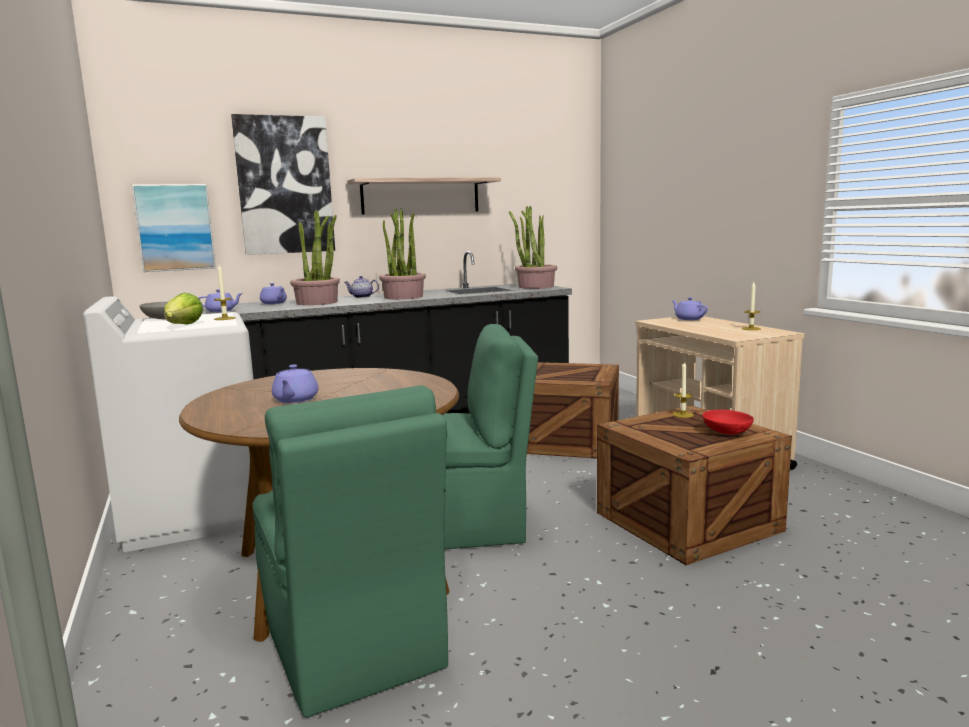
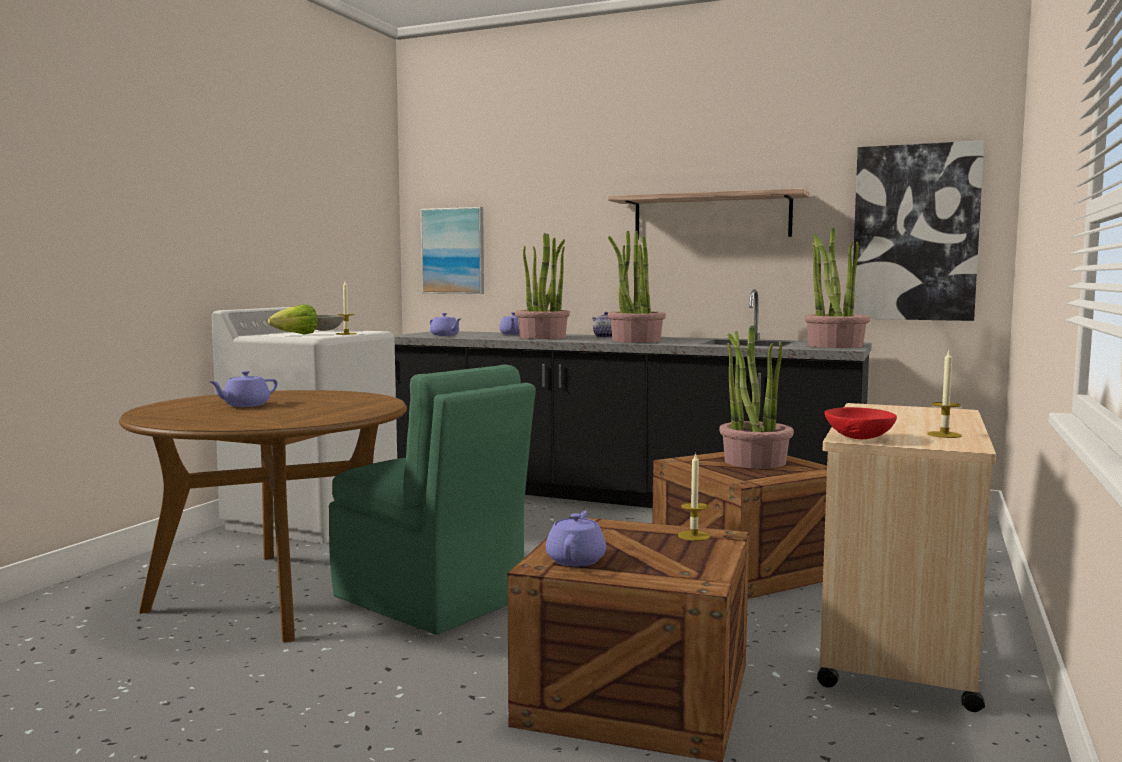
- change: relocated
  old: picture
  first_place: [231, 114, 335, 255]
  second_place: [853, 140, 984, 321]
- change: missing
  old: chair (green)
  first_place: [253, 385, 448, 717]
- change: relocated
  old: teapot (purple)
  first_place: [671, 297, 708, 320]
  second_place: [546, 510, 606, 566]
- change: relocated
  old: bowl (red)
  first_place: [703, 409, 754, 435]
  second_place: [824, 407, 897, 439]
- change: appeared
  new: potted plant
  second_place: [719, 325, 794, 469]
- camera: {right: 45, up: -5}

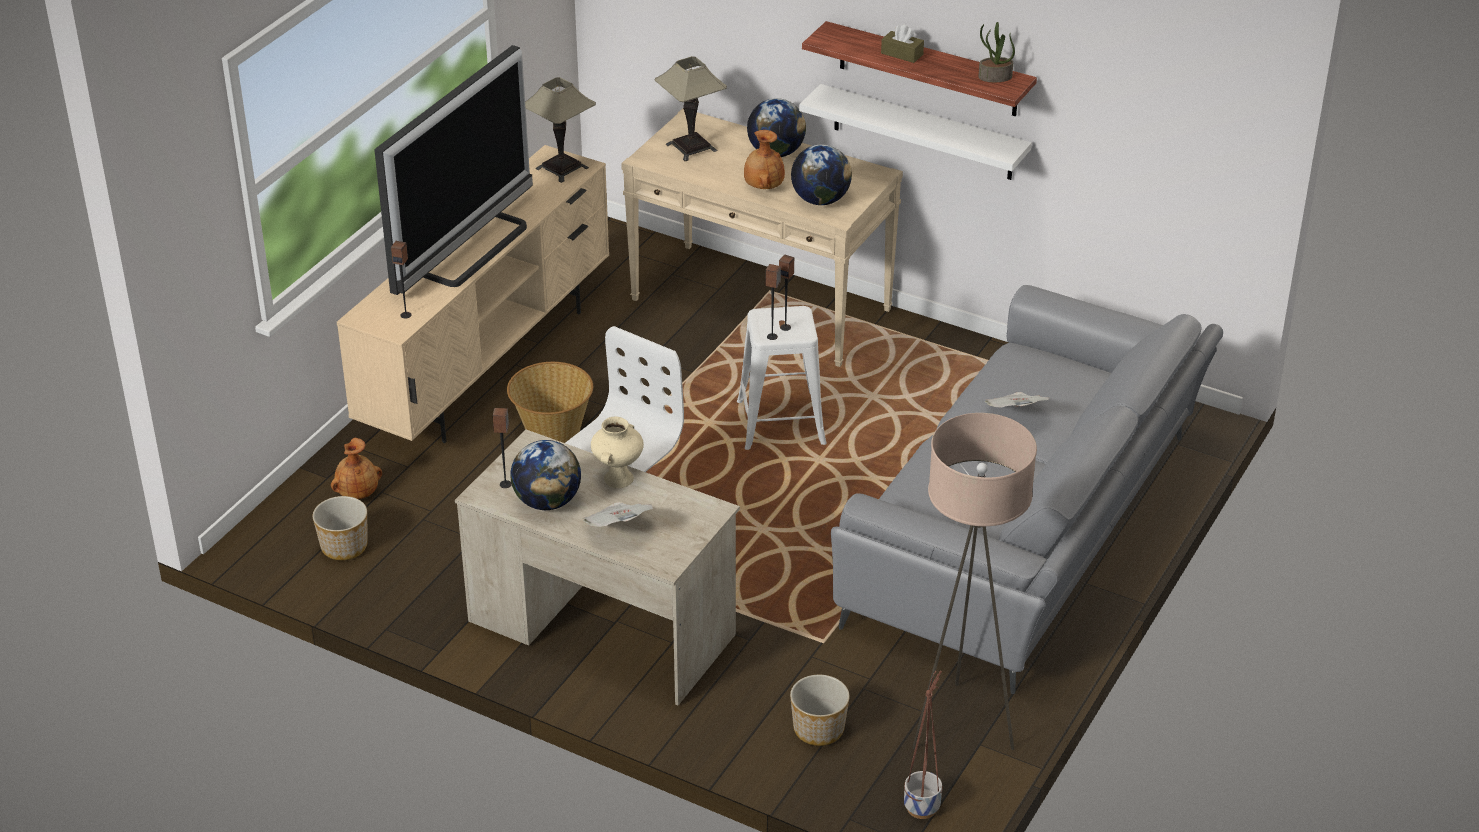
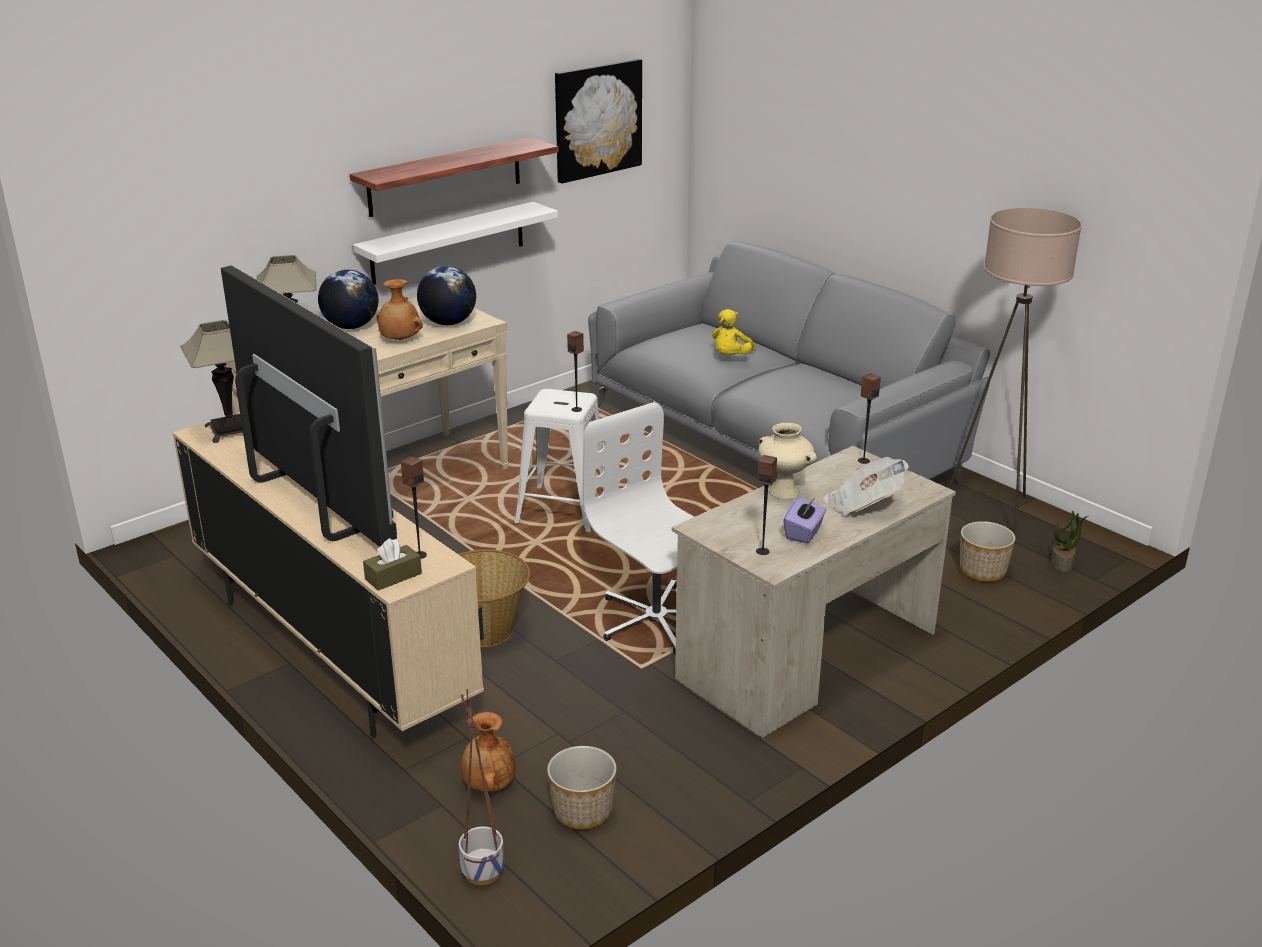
- change: exchanged
  old: globe
  new: tissue box (purple)
  first_place: [510, 440, 581, 510]
  second_place: [783, 497, 826, 544]
- change: relocated
  old: speaker
  first_place: [779, 255, 794, 331]
  second_place: [858, 373, 881, 464]
- change: relocated
  old: tissue box (brown)
  first_place: [881, 25, 924, 63]
  second_place: [363, 538, 422, 591]
- change: relocated
  old: planter
  first_place: [904, 671, 943, 819]
  second_place: [459, 689, 504, 885]
- change: relocated
  old: potted plant
  first_place: [978, 22, 1015, 82]
  second_place: [1051, 510, 1088, 572]
- change: exchanged
  old: newspaper
  new: plush toy (yellow)
  first_place: [985, 392, 1049, 407]
  second_place: [712, 309, 756, 355]
- change: appeared
  new: picture
  second_place: [555, 59, 642, 183]
- camera: {right: -70, up: -10}

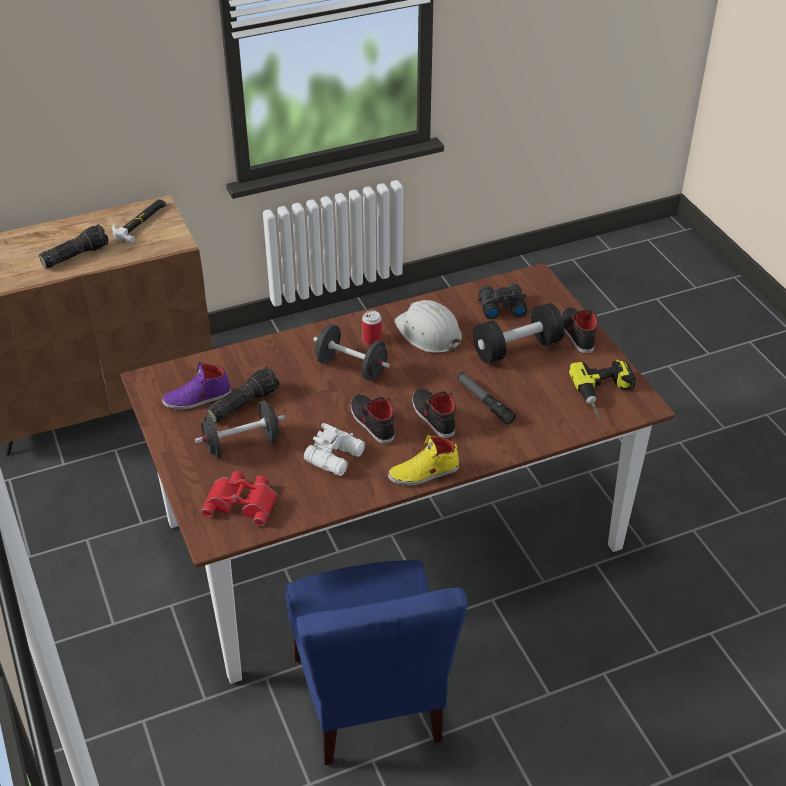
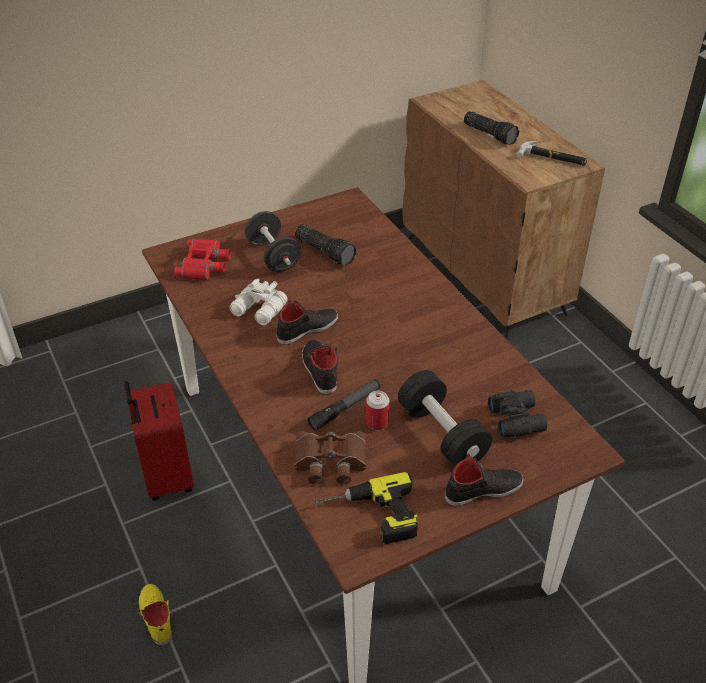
- change: missing
  old: shoe (purple)
  first_place: [162, 362, 231, 410]
- change: exchanged
  old: chair (blue)
  new: suitcase (red)
  first_place: [285, 560, 468, 765]
  second_place: [124, 381, 194, 501]
- change: missing
  old: dumbbell (black)
  first_place: [313, 324, 390, 381]
- change: relocated
  old: can
  first_place: [362, 310, 382, 345]
  second_place: [366, 391, 389, 430]
- change: relocated
  old: shoe (yellow)
  first_place: [388, 435, 459, 486]
  second_place: [138, 584, 172, 645]
- change: missing
  old: hard hat (white)
  first_place: [394, 300, 462, 353]
- change: spun
  old: shoe (black)
  first_place: [412, 388, 456, 438]
  second_place: [302, 340, 338, 395]
  degrees: -75
- change: appeared
  new: binoculars (brown)
  second_place: [294, 431, 366, 485]
- camera: {right: 85, up: 0}

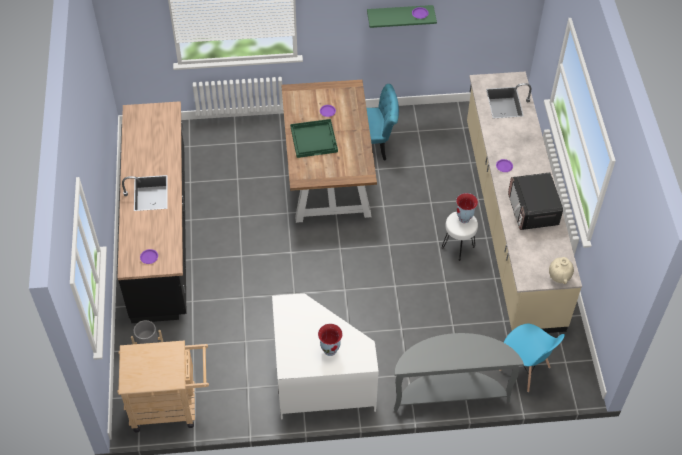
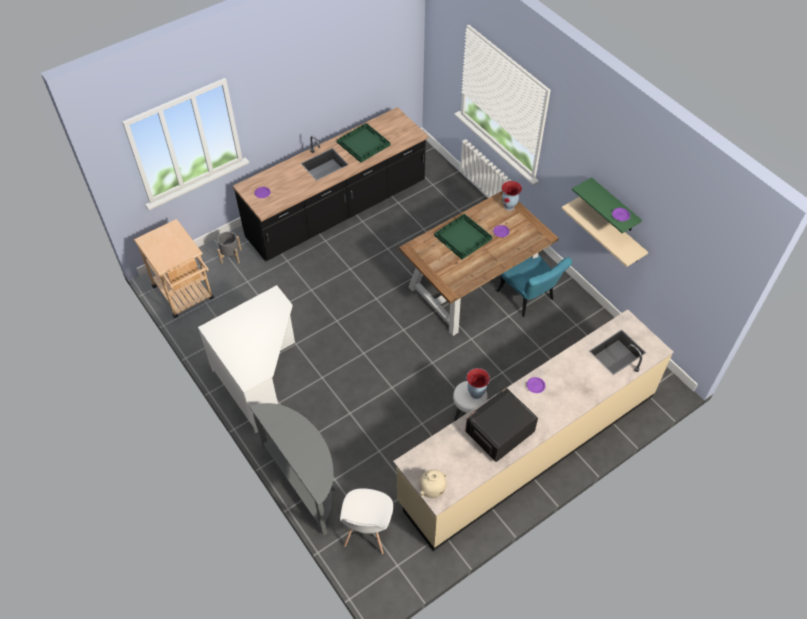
- change: relocated
  old: vase
  first_place: [318, 324, 343, 356]
  second_place: [502, 181, 522, 211]
- change: colour
  old: chair (blue)
  new: chair (white)
  first_place: [499, 324, 565, 392]
  second_place: [340, 488, 393, 554]
- change: appeared
  new: tray (green)
  second_place: [337, 123, 390, 163]
- change: appeared
  new: shelf (beige)
  second_place: [561, 197, 648, 267]
- camera: {right: 60, up: 0}

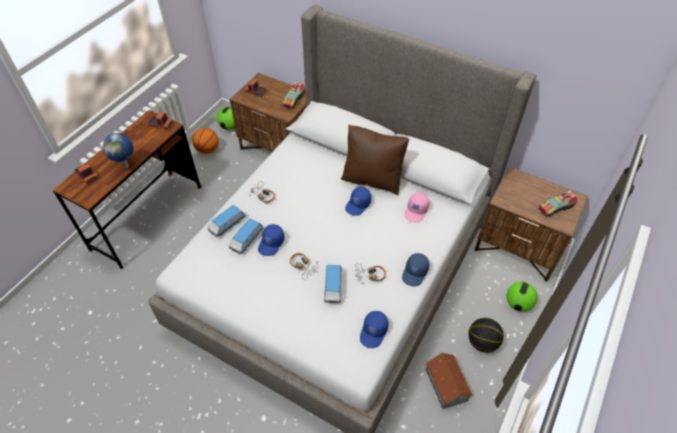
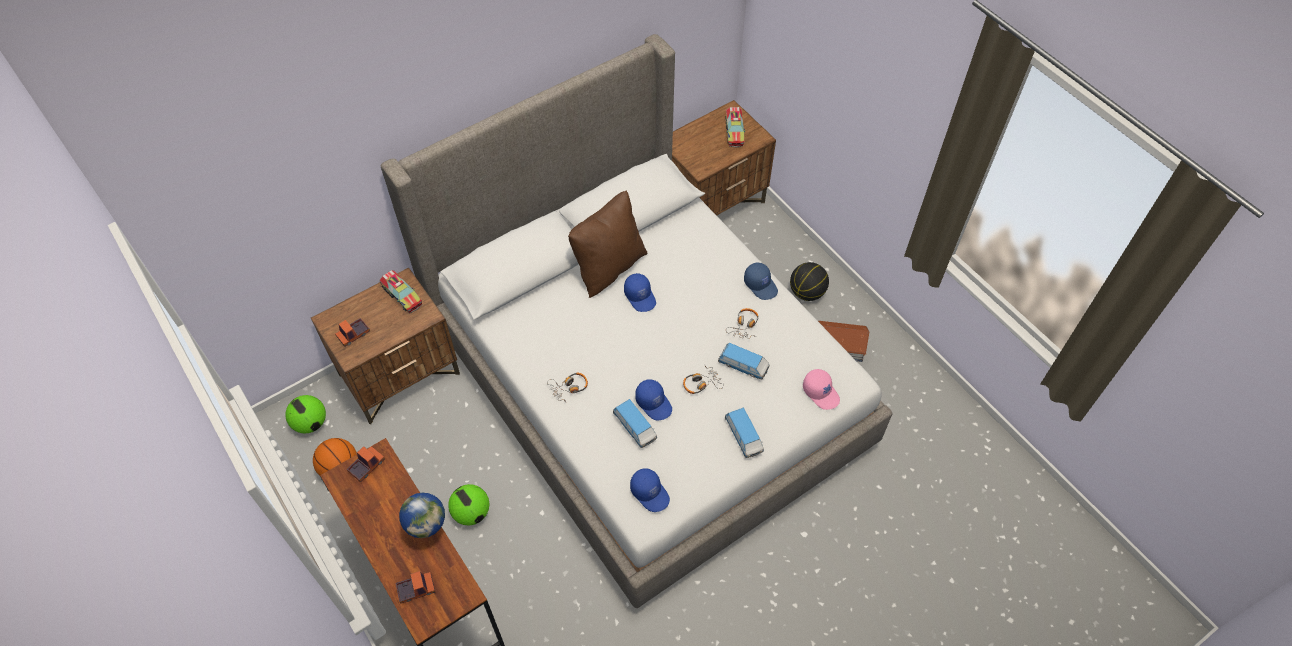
- change: relocated
  old: toy car
  first_place: [208, 205, 246, 237]
  second_place: [725, 407, 764, 458]
- change: relocated
  old: cap (blue)
  first_place: [360, 311, 388, 348]
  second_place: [630, 468, 670, 512]
- change: relocated
  old: cap (pink)
  first_place: [404, 193, 429, 222]
  second_place: [803, 369, 840, 410]
- change: relocated
  old: football
  first_place: [506, 282, 538, 312]
  second_place: [448, 484, 489, 525]
- camera: {right: -65, up: 5}

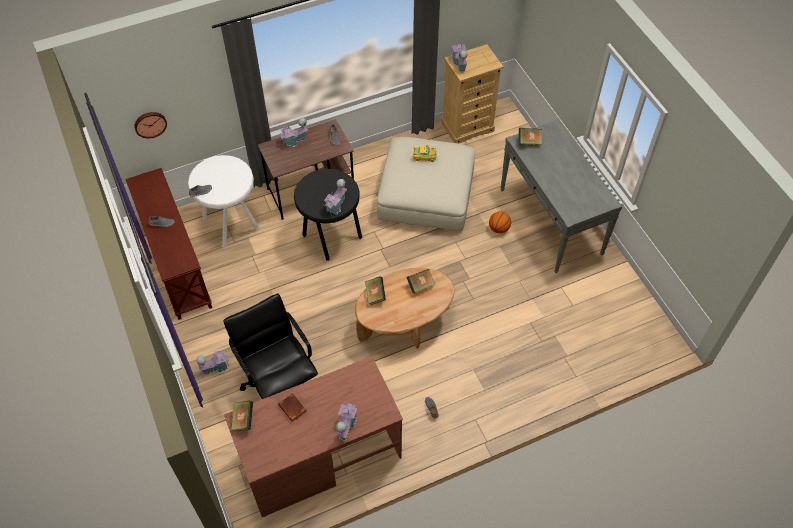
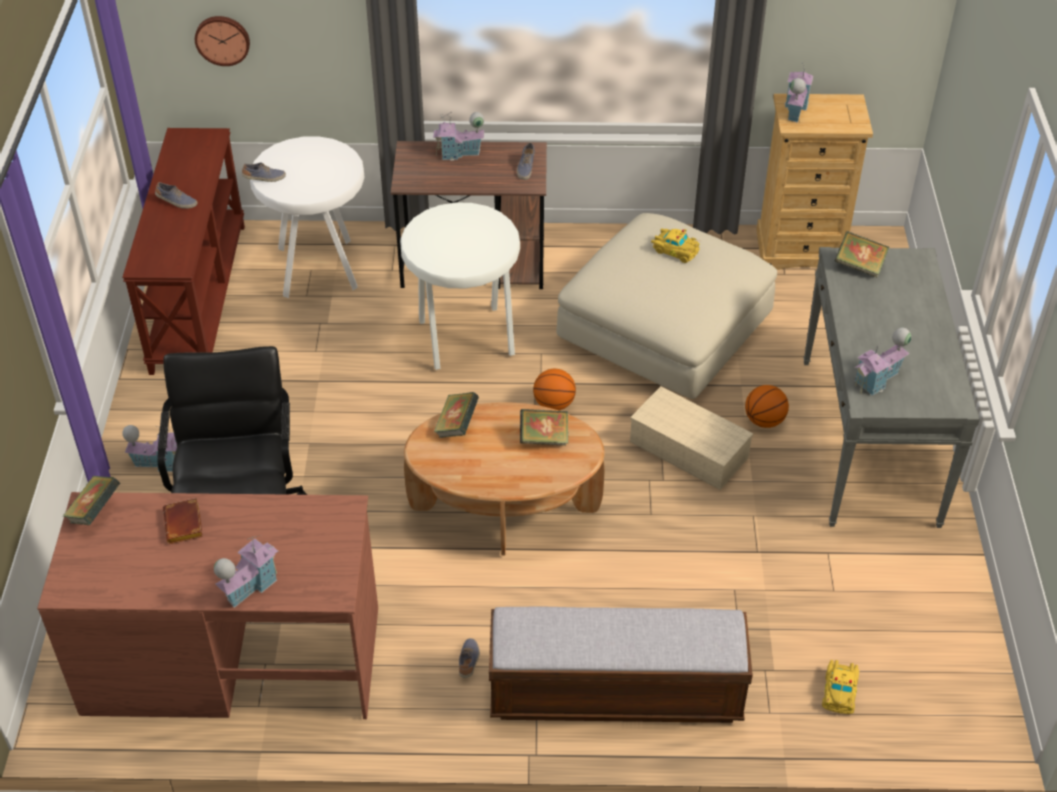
- change: colour
  old: stool (black)
  new: stool (white)
  first_place: [294, 169, 362, 261]
  second_place: [400, 202, 520, 370]
- change: relocated
  old: toy house
  first_place: [324, 179, 347, 216]
  second_place: [854, 328, 911, 396]
- change: appeared
  new: bench
  second_place: [489, 607, 753, 723]
- change: appeared
  new: basketball
  second_place: [533, 369, 576, 410]
- change: appeared
  new: storage box (beige)
  second_place: [630, 386, 753, 490]
- change: appeared
  new: toy car (yellow)
  second_place: [822, 660, 859, 714]
- camera: {right: 25, up: -10}

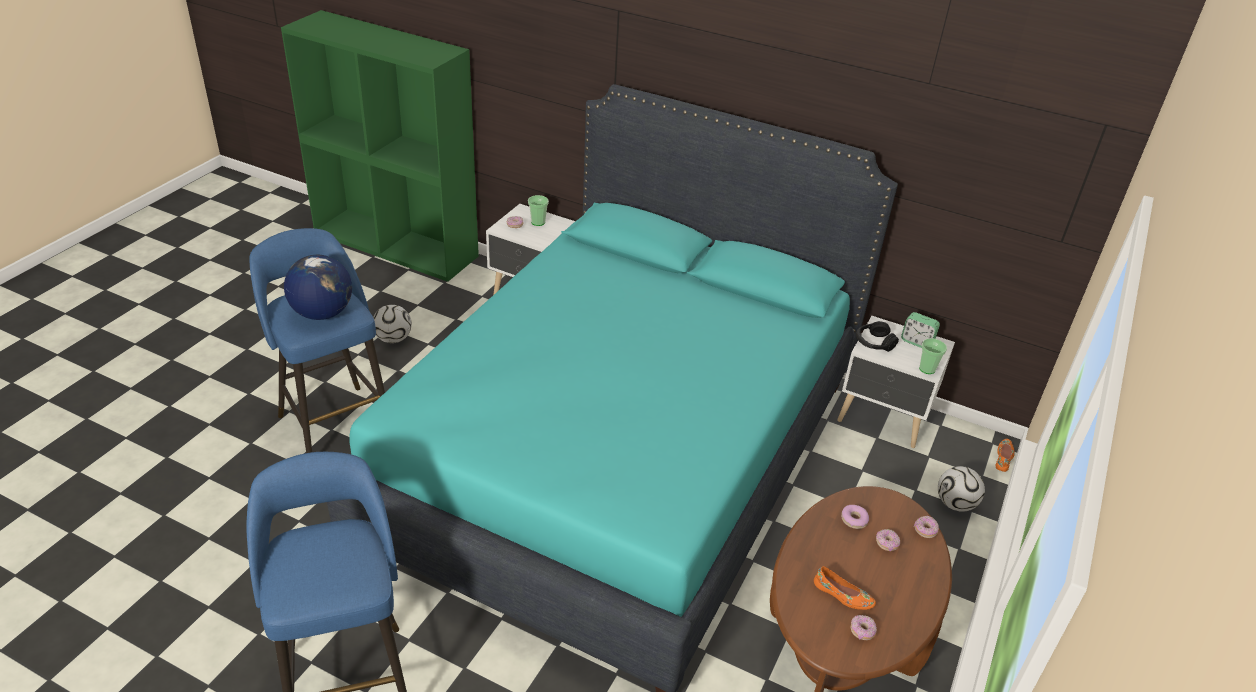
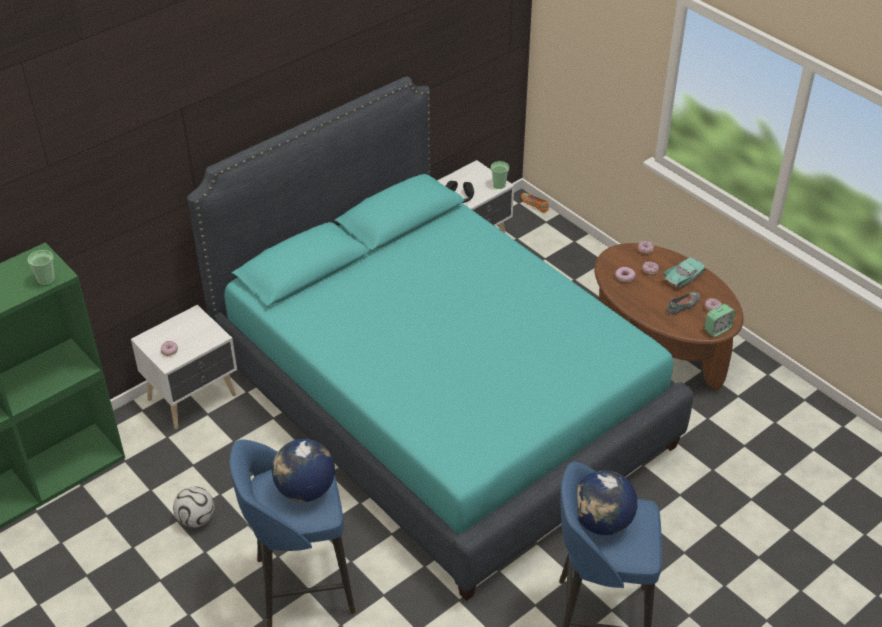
- change: relocated
  old: cup
  first_place: [528, 195, 549, 226]
  second_place: [27, 250, 55, 286]
- change: colour
  old: shoe (orange)
  new: shoe (grey)
  first_place: [814, 566, 876, 610]
  second_place: [667, 292, 700, 315]
- change: relocated
  old: alarm clock
  first_place: [901, 312, 940, 348]
  second_place: [705, 304, 735, 337]
- change: missing
  old: football
  first_place: [938, 466, 985, 512]
- change: appeared
  new: globe
  second_place: [577, 470, 638, 535]
- change: appeared
  new: toy car (turquoise)
  second_place: [663, 257, 705, 287]
- camera: {right: -65, up: 5}

